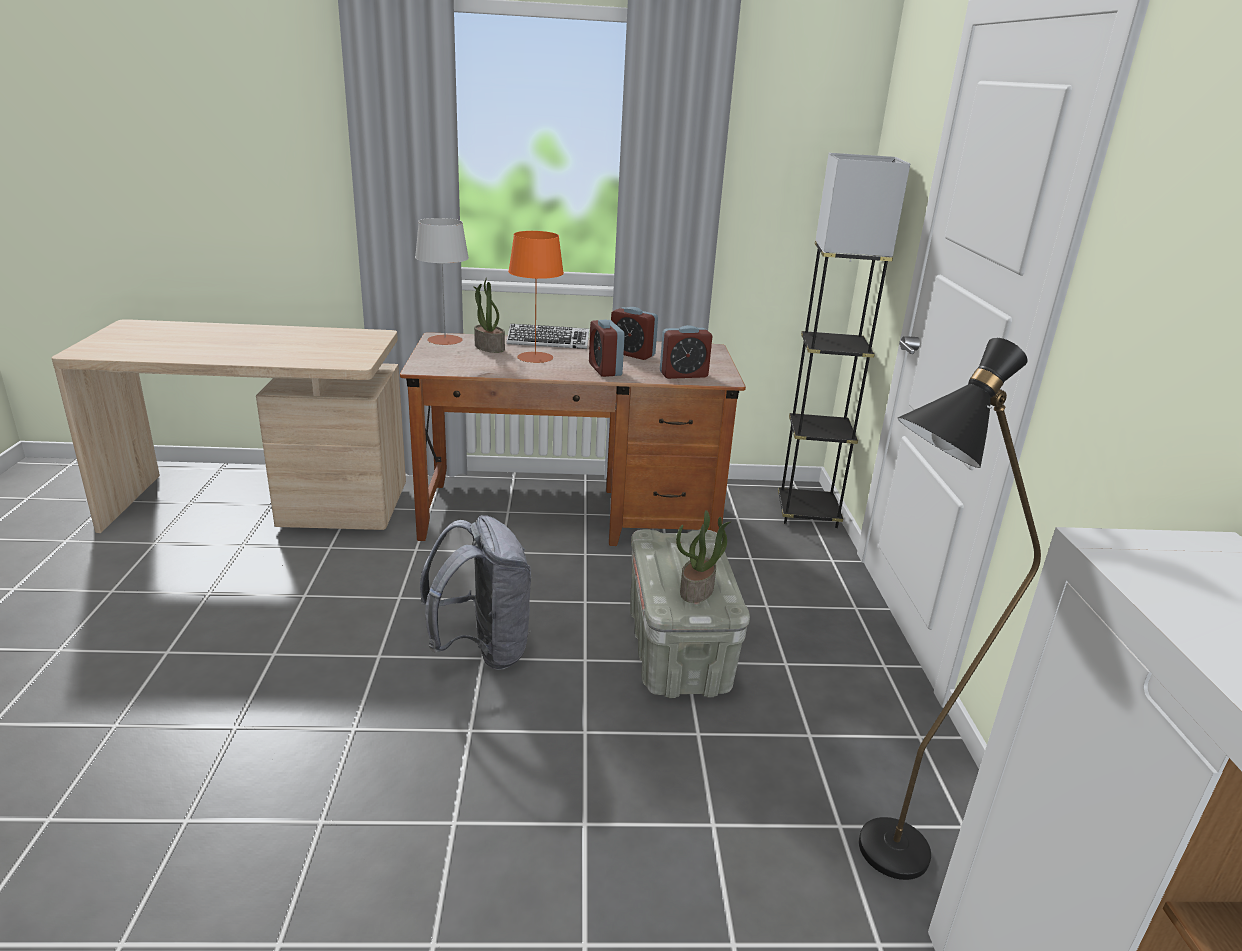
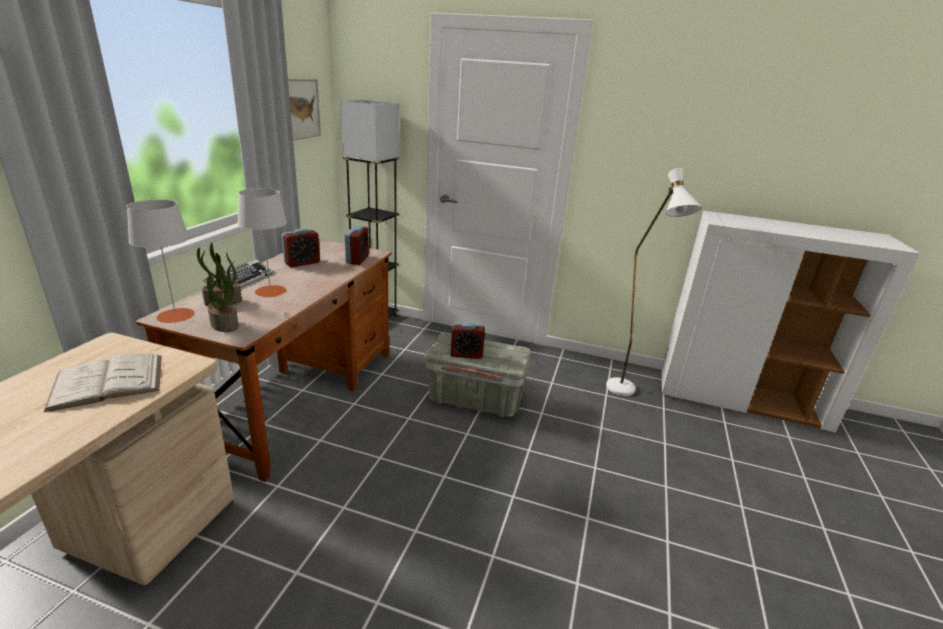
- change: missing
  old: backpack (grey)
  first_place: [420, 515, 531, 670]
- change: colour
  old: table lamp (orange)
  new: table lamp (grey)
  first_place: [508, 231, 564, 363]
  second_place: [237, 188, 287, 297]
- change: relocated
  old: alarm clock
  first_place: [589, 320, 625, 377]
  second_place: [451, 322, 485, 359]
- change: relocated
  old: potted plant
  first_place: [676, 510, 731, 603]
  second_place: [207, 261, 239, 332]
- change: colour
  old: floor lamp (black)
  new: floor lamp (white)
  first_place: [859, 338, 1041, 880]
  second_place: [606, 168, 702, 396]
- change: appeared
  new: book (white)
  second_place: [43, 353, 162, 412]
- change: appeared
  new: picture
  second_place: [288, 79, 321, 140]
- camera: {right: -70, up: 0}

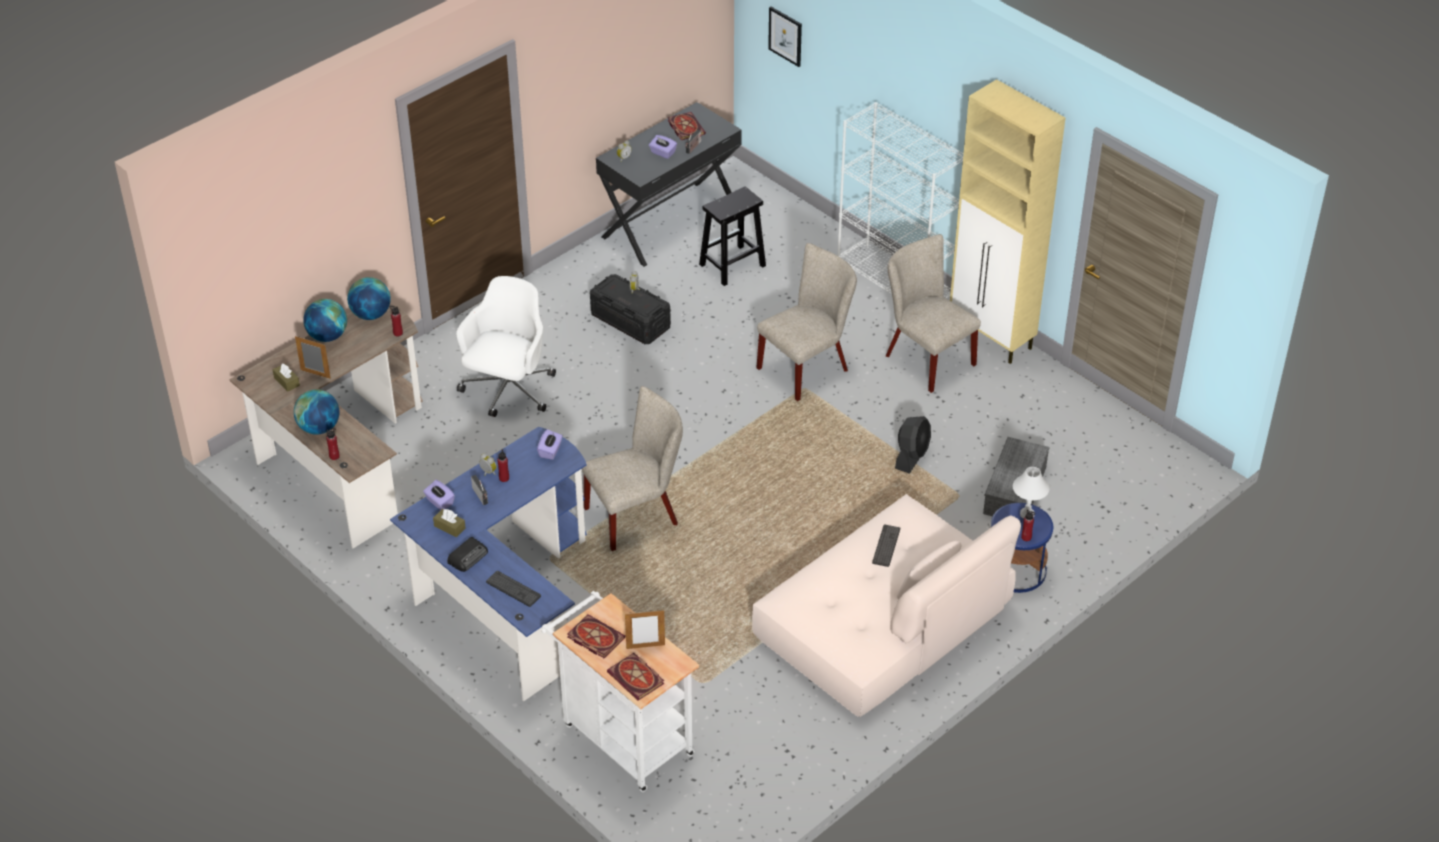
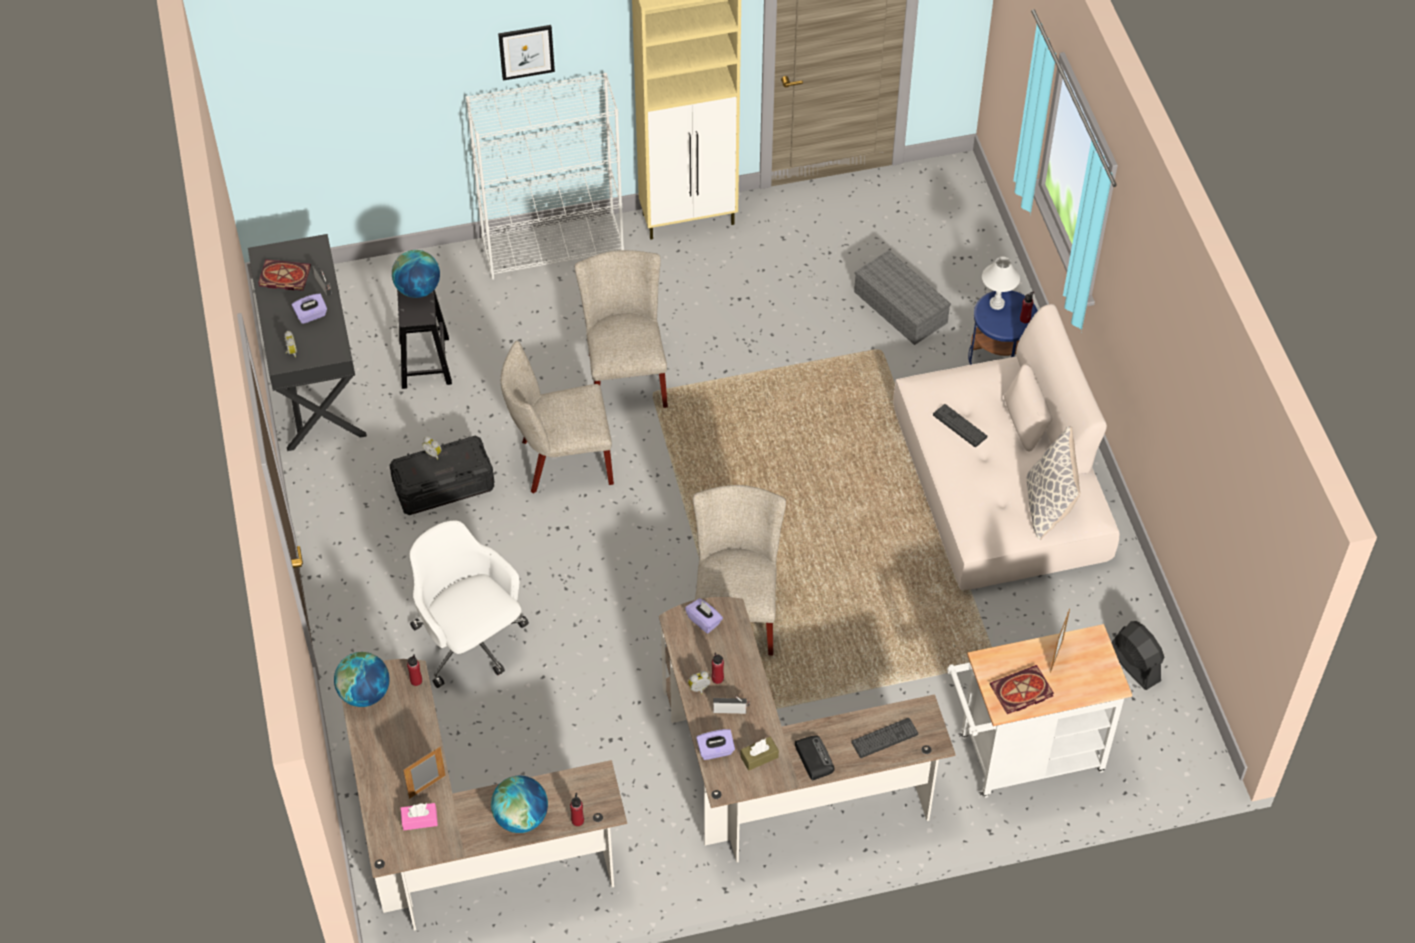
- change: colour
  old: tissue box (brown)
  new: tissue box (pink)
  first_place: [273, 364, 300, 392]
  second_place: [401, 803, 438, 830]
- change: relocated
  old: globe
  first_place: [303, 299, 347, 342]
  second_place: [392, 250, 440, 298]
- change: colour
  old: desk (blue)
  new: desk (brown)
  first_place: [390, 427, 587, 701]
  second_place: [659, 597, 956, 863]
- change: missing
  old: book
  first_place: [607, 653, 664, 701]
- change: relocated
  old: picture
  first_place: [768, 7, 802, 67]
  second_place: [498, 25, 555, 81]
- change: relocated
  old: chair (beige)
  first_place: [886, 234, 981, 393]
  second_place: [500, 341, 614, 494]
- change: relocated
  old: fan (black)
  first_place: [895, 416, 931, 474]
  second_place: [1111, 621, 1164, 690]
- change: appeared
  new: pillow
  second_place: [1027, 426, 1081, 539]
- camera: {right: -60, up: 10}

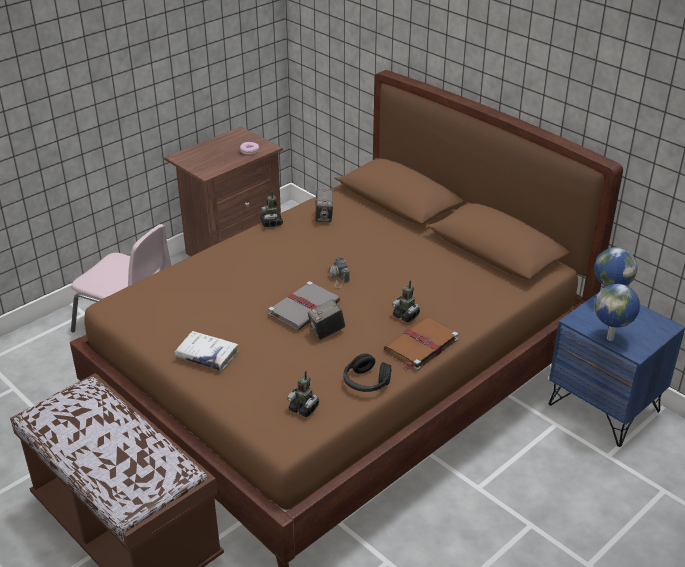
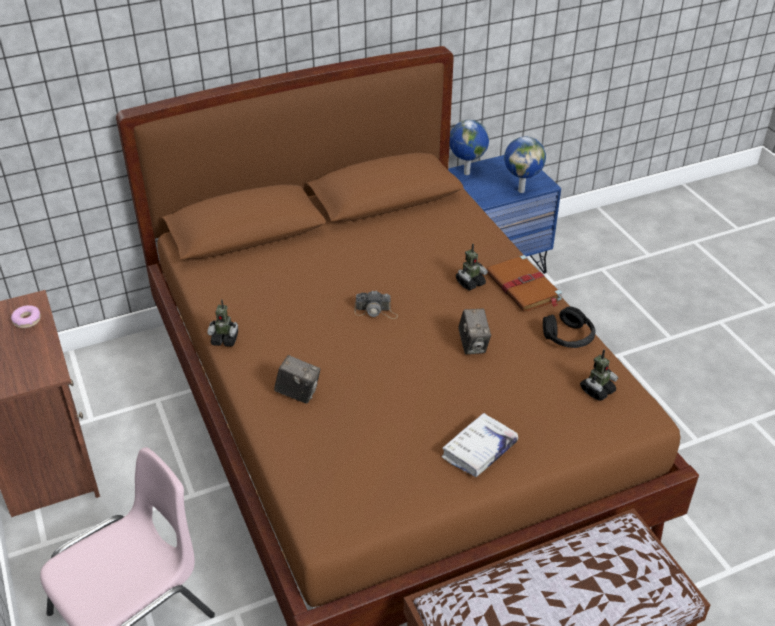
- change: missing
  old: book (grey)
  first_place: [268, 281, 340, 330]
- change: relocated
  old: photo camera
  first_place: [315, 189, 333, 222]
  second_place: [274, 355, 320, 404]
- camera: {right: -70, up: 5}

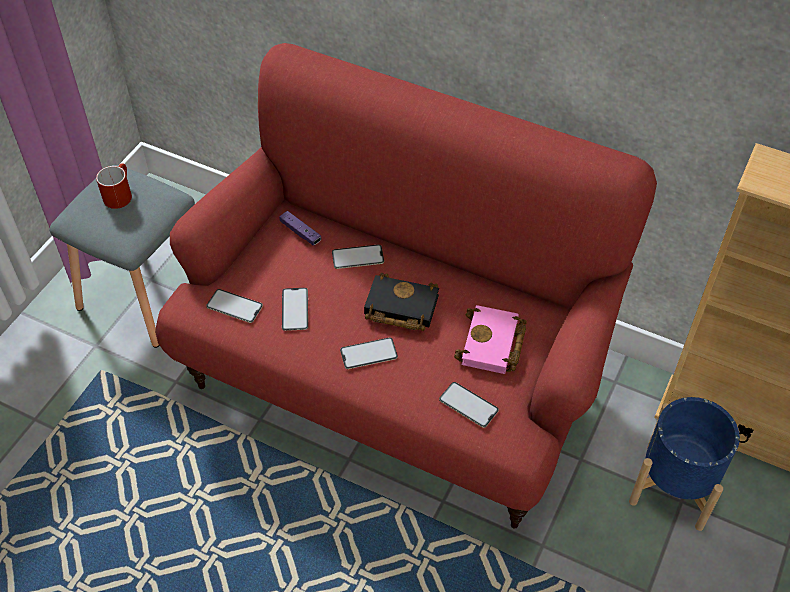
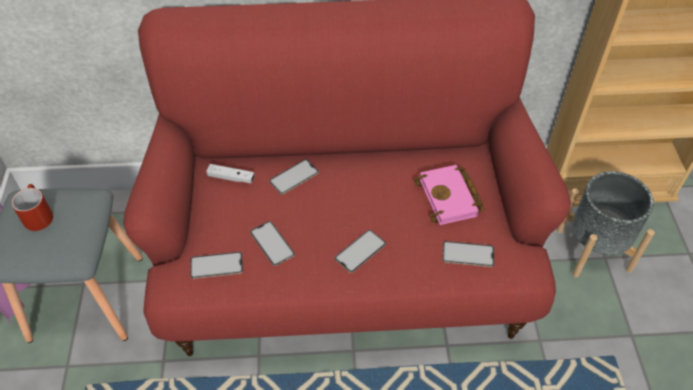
- change: colour
  old: game controller (purple)
  new: game controller (white)
  first_place: [279, 211, 321, 245]
  second_place: [206, 164, 255, 184]
- change: missing
  old: book (black)
  first_place: [364, 273, 439, 331]
- change: colour
  old: planter (blue)
  new: planter (grey)
  first_place: [629, 397, 740, 531]
  second_place: [556, 171, 655, 278]
- camera: {right: -30, up: 0}

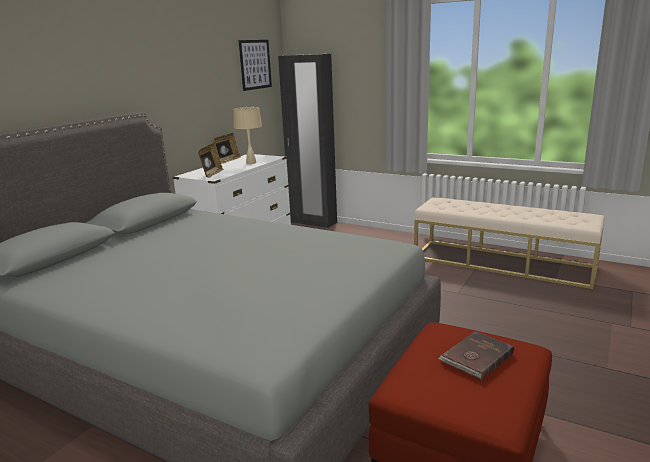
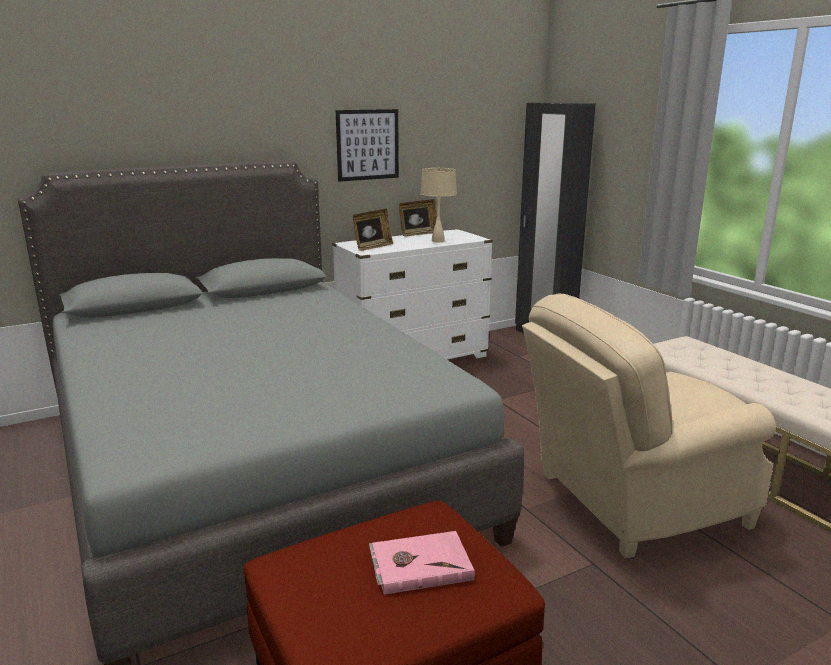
- change: relocated
  old: picture
  first_place: [239, 40, 272, 91]
  second_place: [336, 109, 399, 182]
- change: colour
  old: book (brown)
  new: book (pink)
  first_place: [438, 331, 514, 380]
  second_place: [369, 531, 475, 595]
- change: appeared
  new: armchair (beige)
  second_place: [522, 294, 776, 558]
- camera: {right: 30, up: 0}

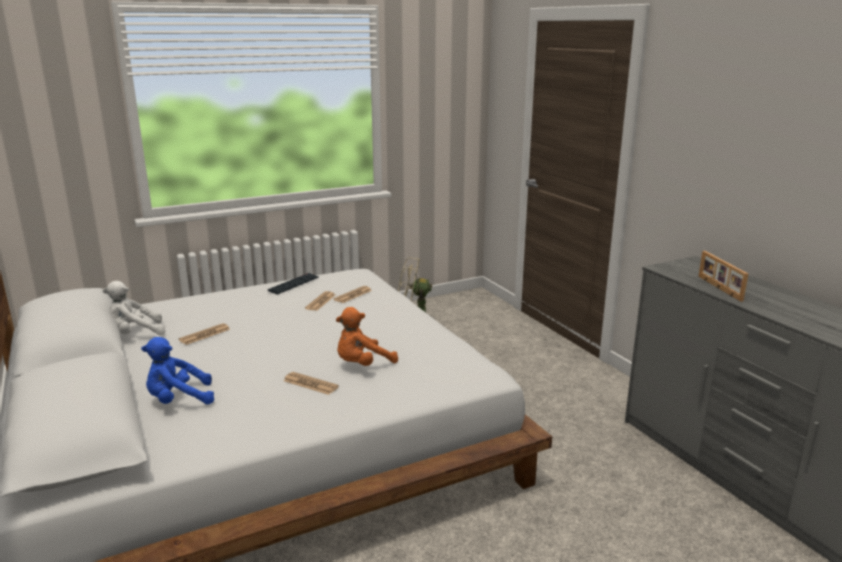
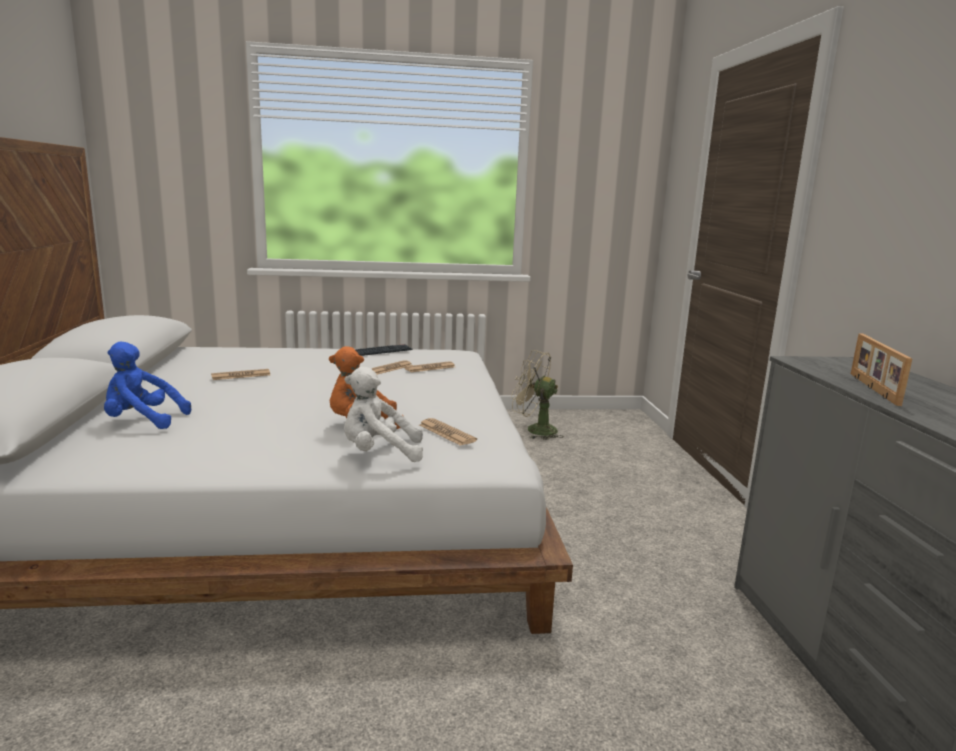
- change: relocated
  old: plush toy (white)
  first_place: [102, 281, 166, 335]
  second_place: [344, 367, 423, 462]
- change: relocated
  old: newspaper
  first_place: [283, 372, 339, 395]
  second_place: [419, 418, 477, 446]
- camera: {right: 20, up: -5}

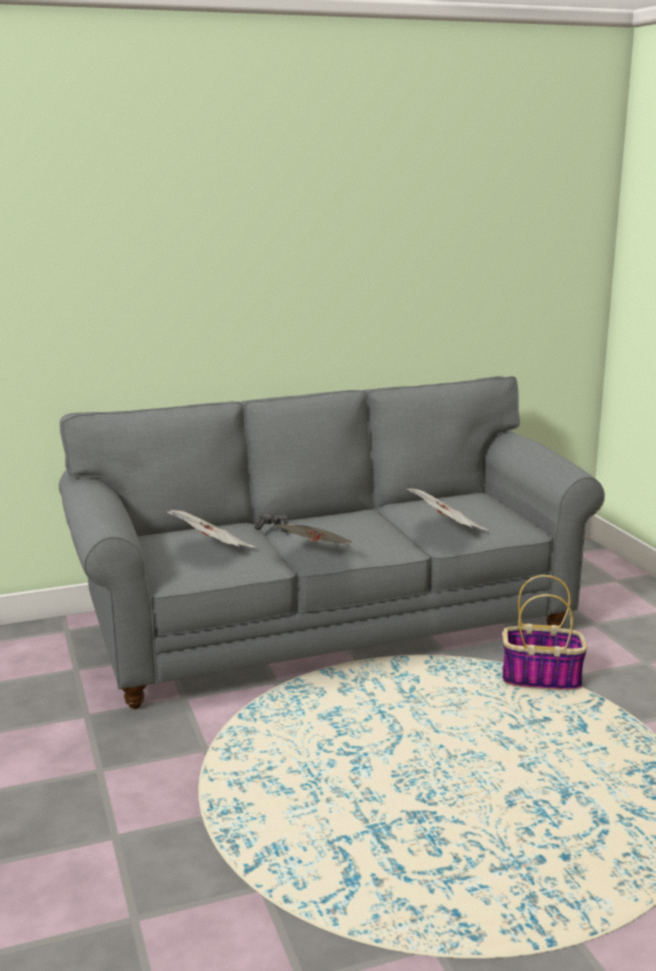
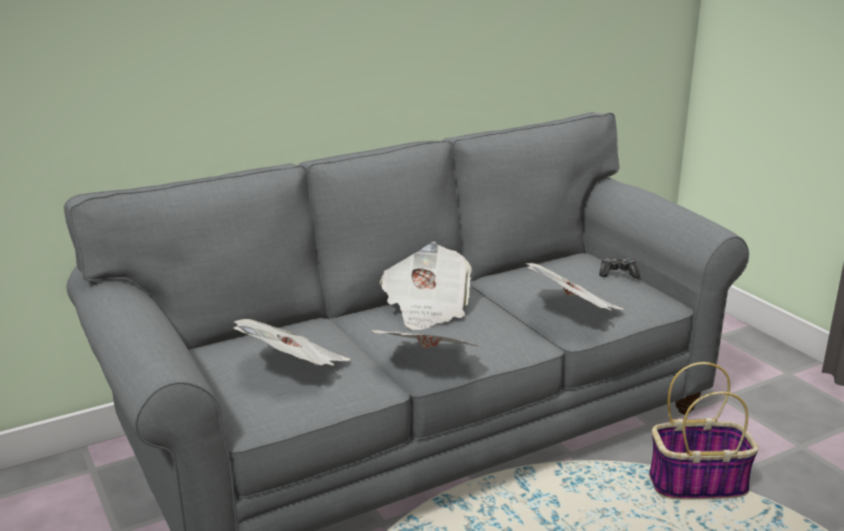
- change: relocated
  old: game controller
  first_place: [255, 514, 288, 532]
  second_place: [599, 258, 640, 278]
- change: appeared
  new: newspaper
  second_place: [380, 242, 472, 330]
- camera: {right: -10, up: 5}

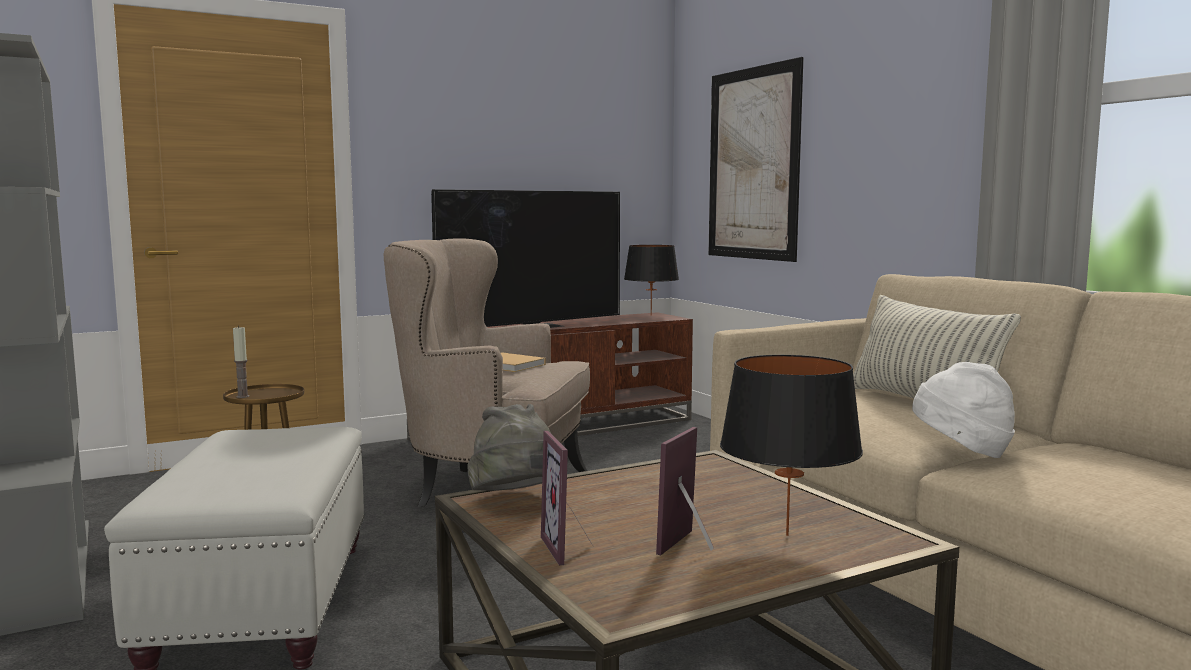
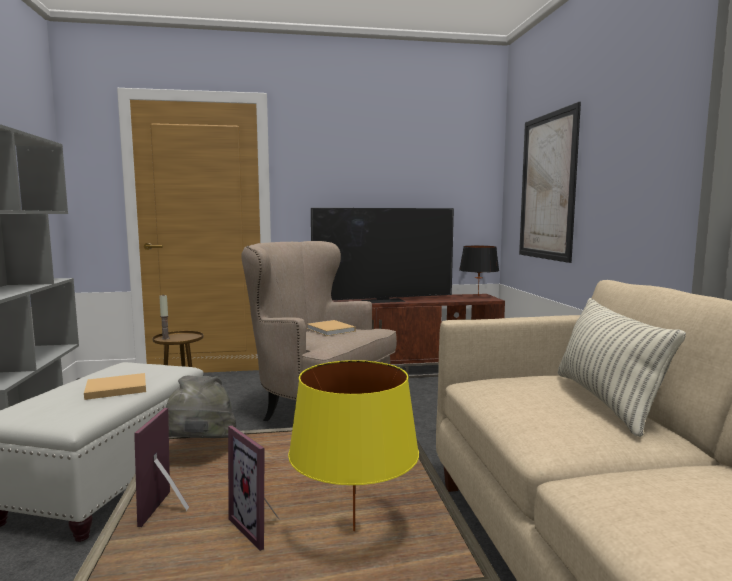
- change: spun
  old: picture frame
  first_place: [656, 427, 714, 555]
  second_place: [228, 426, 280, 551]
  degrees: -90
- change: colour
  old: table lamp (black)
  new: table lamp (yellow)
  first_place: [720, 355, 863, 536]
  second_place: [288, 360, 419, 531]
- change: missing
  old: hat (white)
  first_place: [912, 362, 1015, 458]
- change: appeared
  new: book (beige)
  second_place: [84, 373, 146, 400]
- camera: {right: 20, up: 0}

